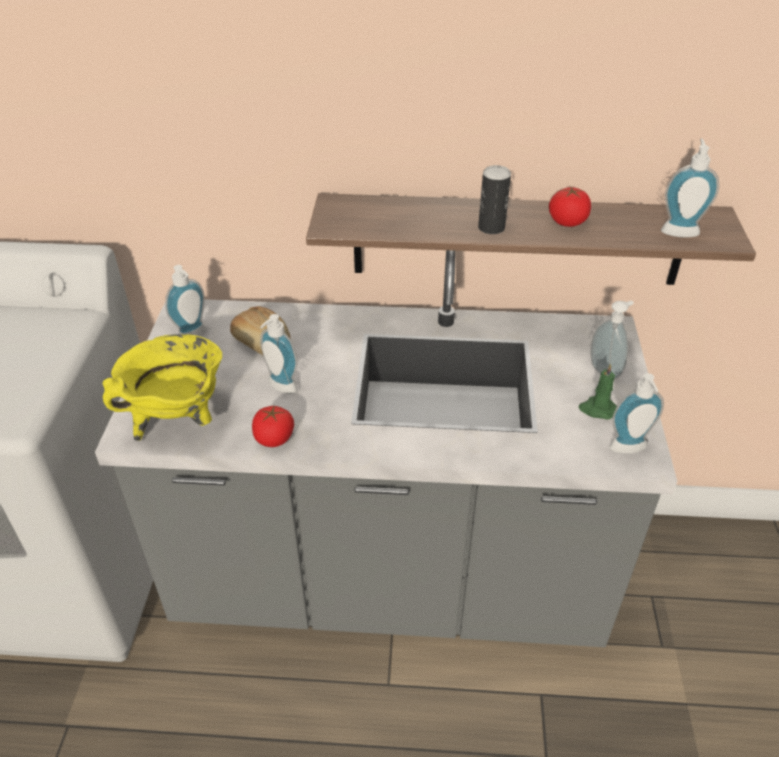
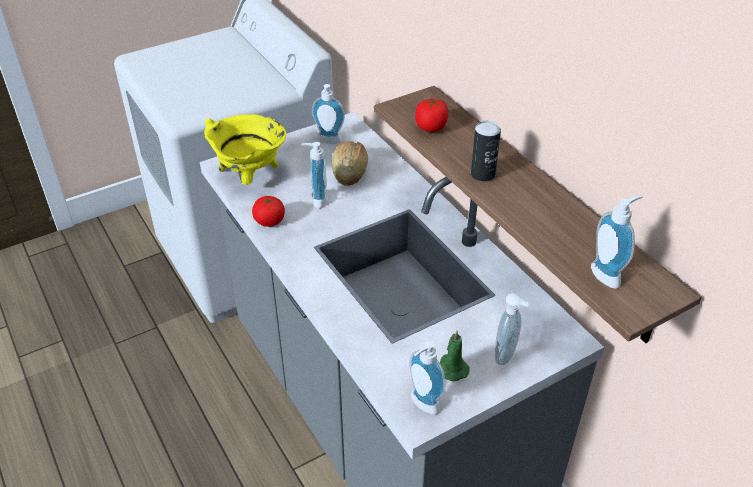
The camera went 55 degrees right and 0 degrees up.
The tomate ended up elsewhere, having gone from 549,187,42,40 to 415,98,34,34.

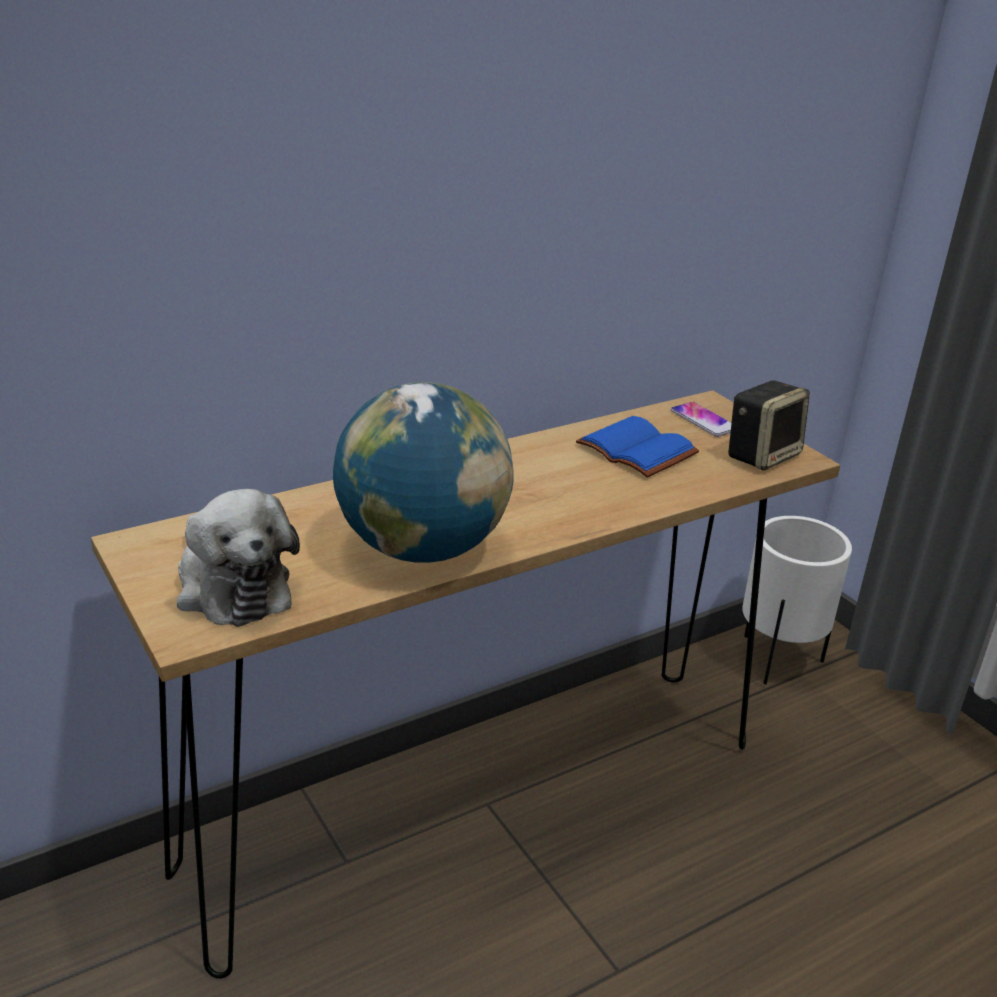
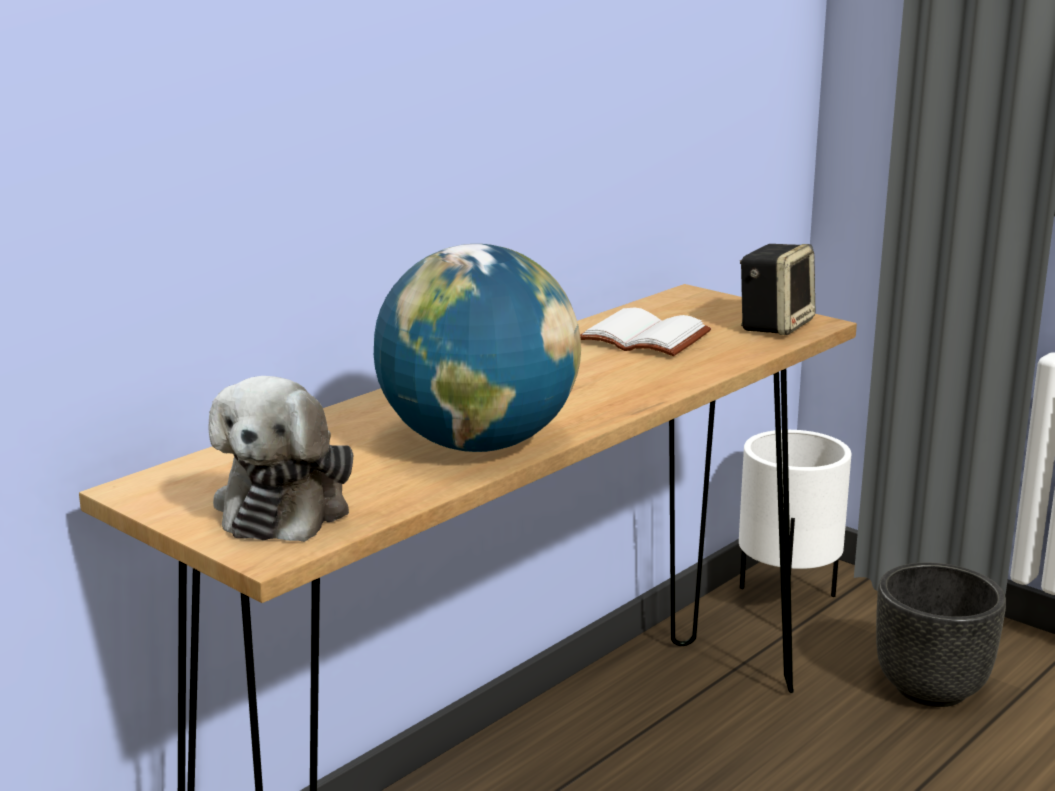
The camera went 15 degrees left and 10 degrees down.
The second view lost the téléphone at 671,402,61,35.
What was the livre/bleu at 576,416,123,61 turned into the livre/blanc at 580,308,131,48.
The peluche at 177,489,123,138 ended up facing another way, 60 degrees clockwise from before.
The second view gained the cache-pot/noir at 876,563,130,144.

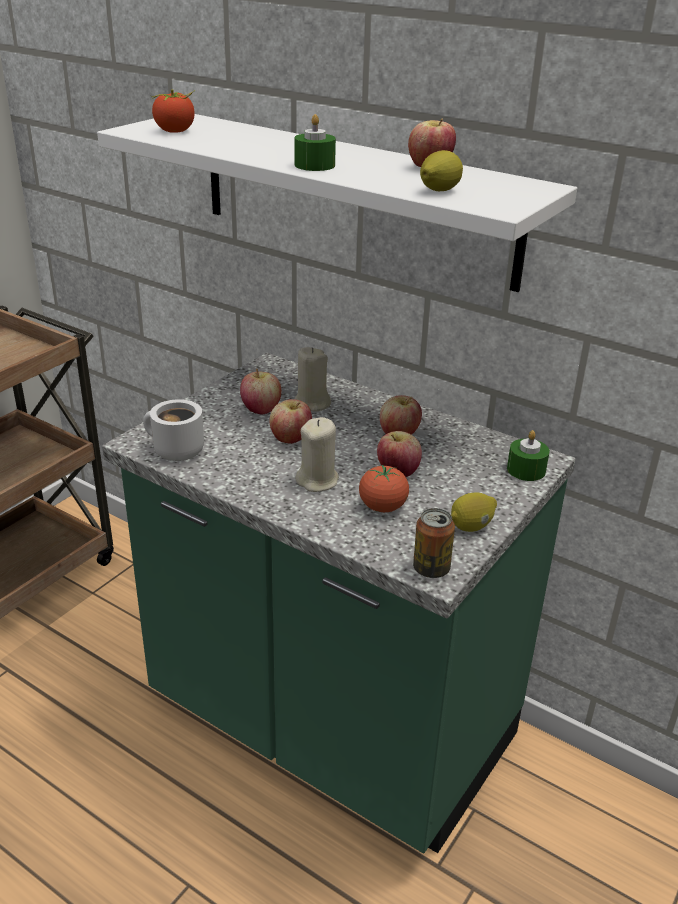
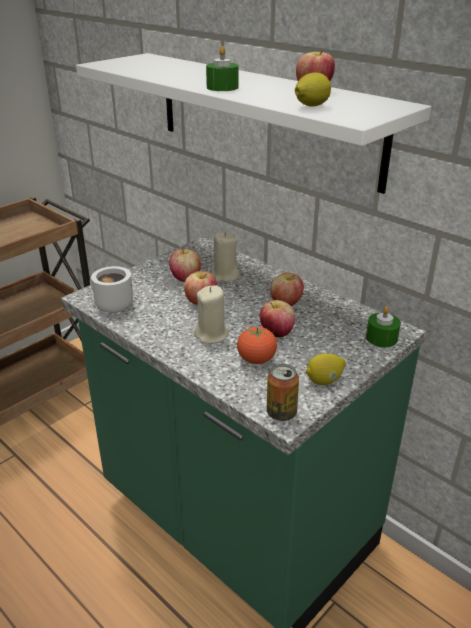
The camera went 10 degrees right and 0 degrees up.
The second view lost the tomate at 150,89,45,44.

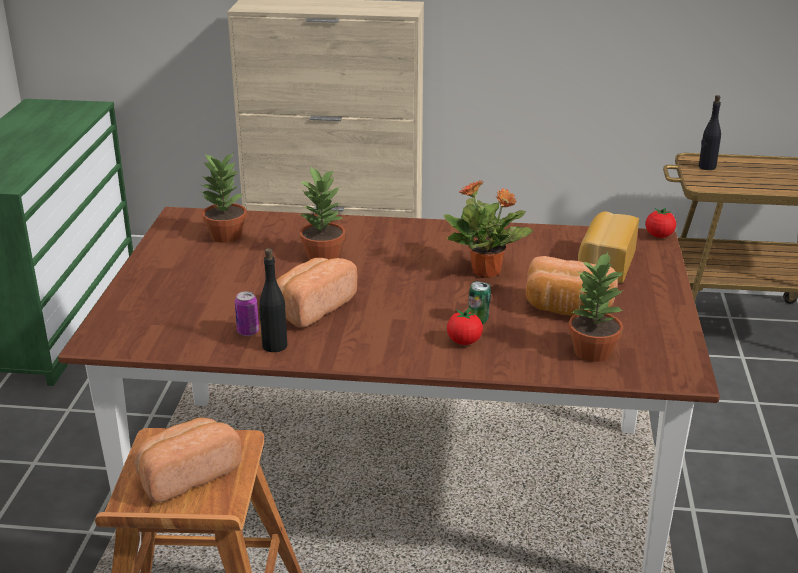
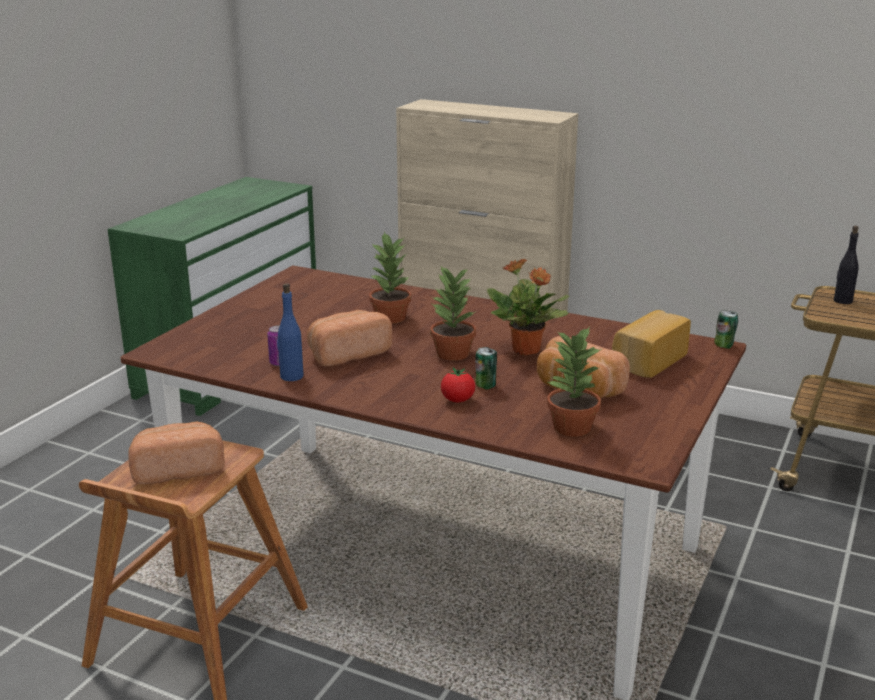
The camera went 20 degrees right and 5 degrees down.
The plante en pot ended up elsewhere, having gone from 200,154,47,89 to 431,266,45,95.
Where the tomate stood at 645,207,31,31, the boîte métallique came to stand at 714,310,24,39.
What was the bouteille/noir at 259,248,28,104 turned into the bouteille/bleu at 277,283,27,98.

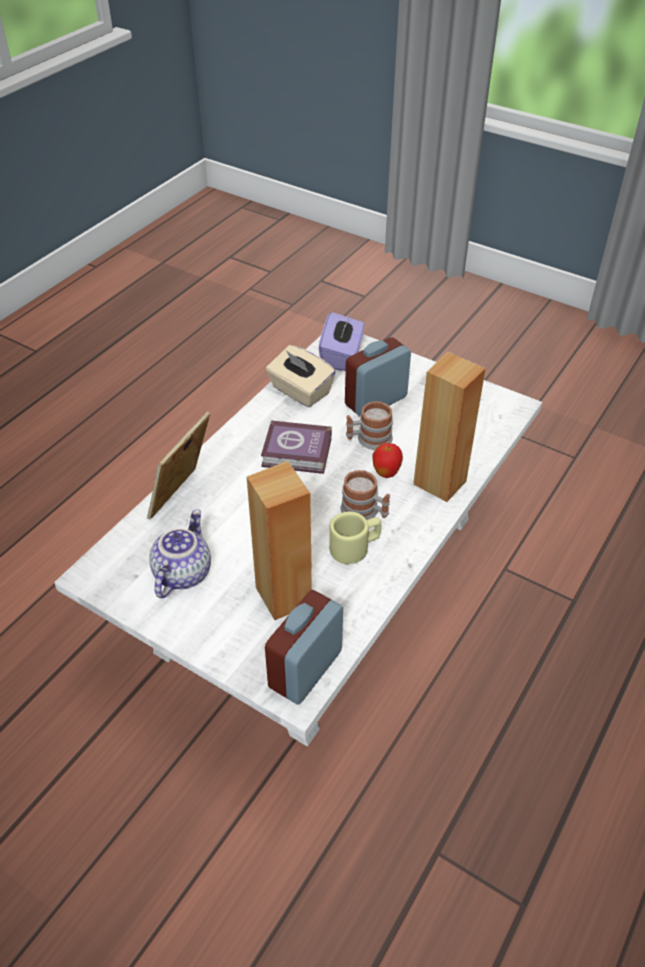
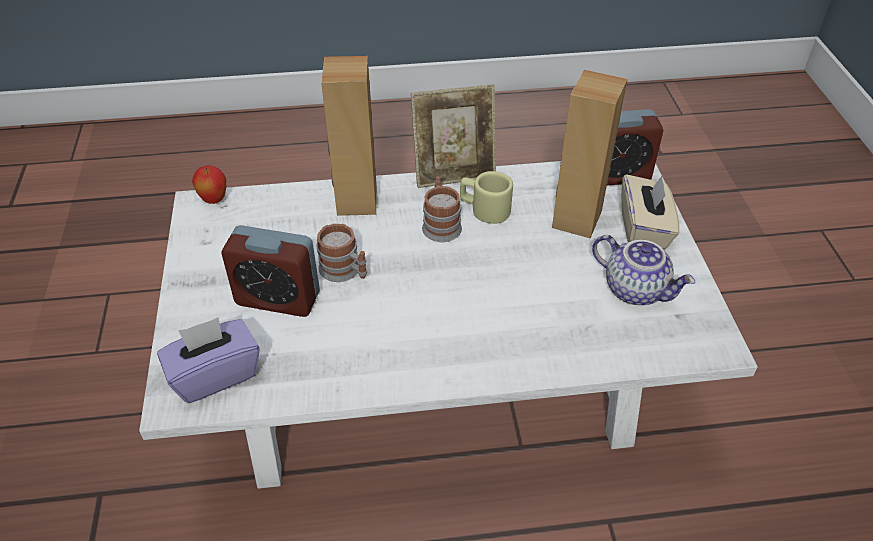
The camera went 130 degrees left and 0 degrees up.
The boîte à mouchoirs/beige ended up elsewhere, having gone from 266,345,70,62 to 621,174,59,75.
The cadre photo ended up elsewhere, having gone from 147,412,63,107 to 411,84,85,104.
The second view lost the livre at 261,420,71,54.
The pomme ended up elsewhere, having gone from 372,443,31,35 to 192,165,34,39.
The théière at 149,510,62,88 ended up facing another way, 120 degrees counterclockwise from before.

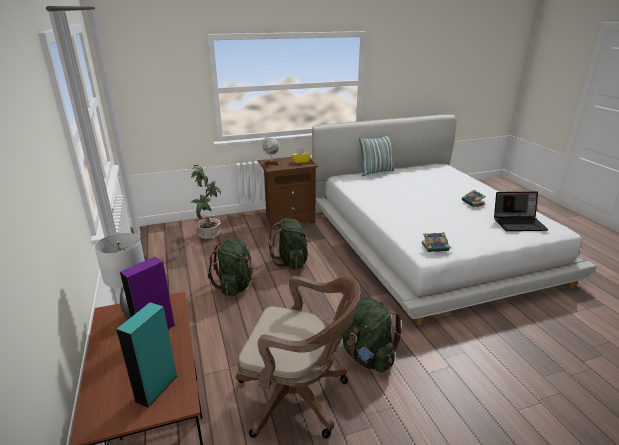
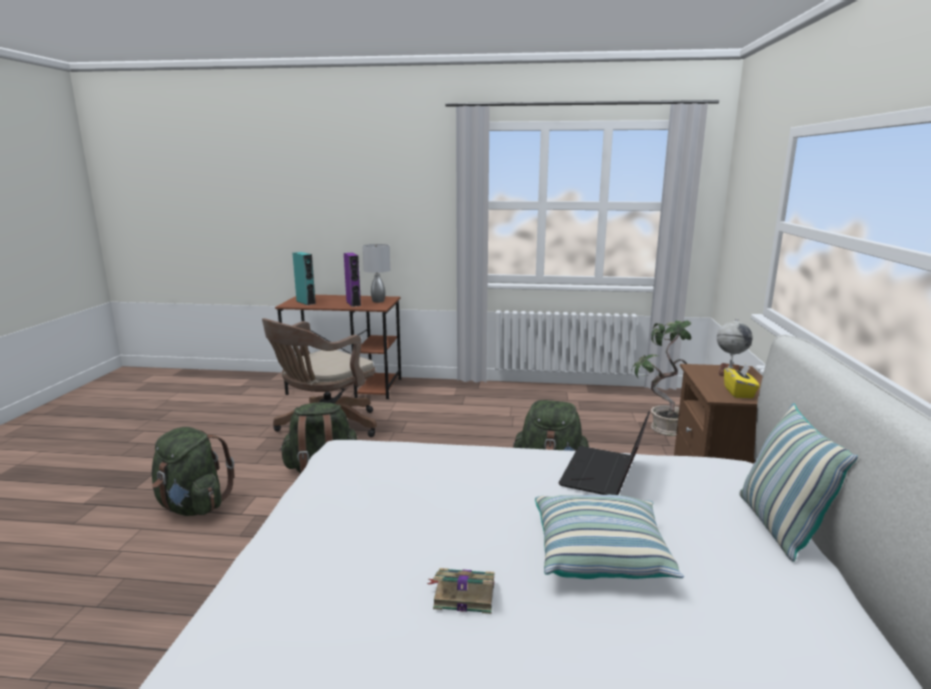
The camera went 115 degrees right and 10 degrees down.
The ordinateur portable ended up elsewhere, having gone from 494,192,55,39 to 559,411,91,84.
The second view lost the livre at 421,232,30,20.
The sac à dos/vert ended up elsewhere, having gone from 208,238,47,58 to 152,427,83,89.
The second view gained the coussin at 535,495,149,84.

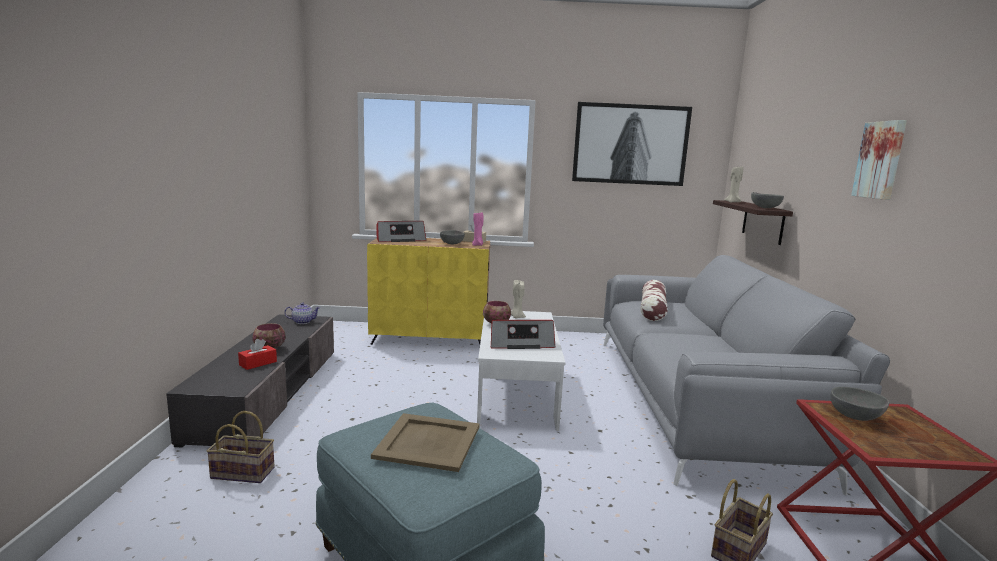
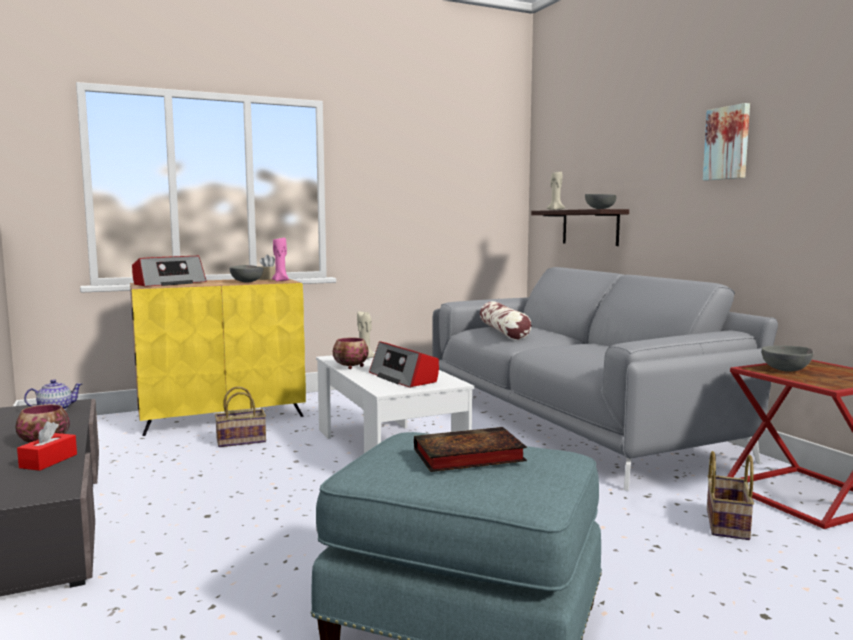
The camera went 25 degrees left and 5 degrees down.
The second view lost the tableau at 572,102,120,84.
The radio at 491,320,64,29 ended up facing another way, 90 degrees clockwise from before.
The panier ended up elsewhere, having gone from 207,411,68,72 to 215,386,51,61.
Where the plateau/beige stood at 371,413,109,59, the livre came to stand at 414,427,113,45.

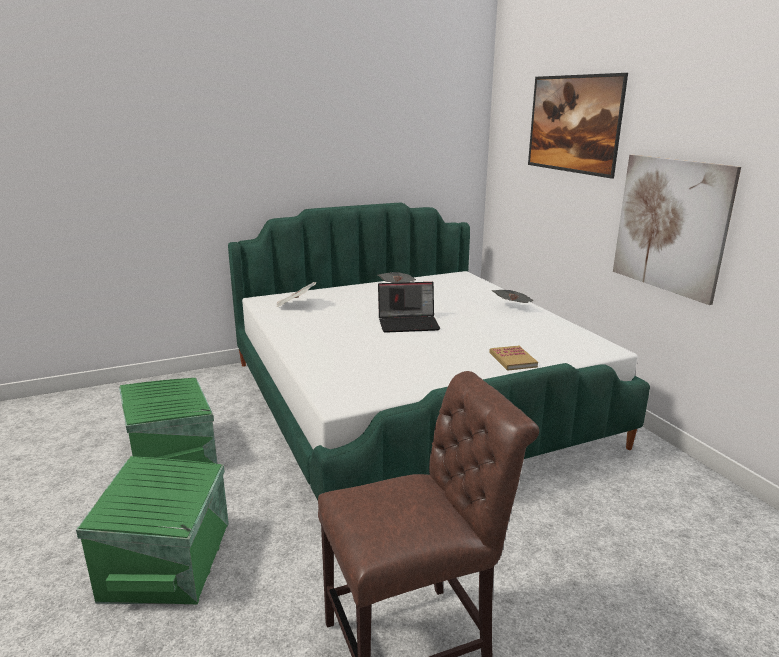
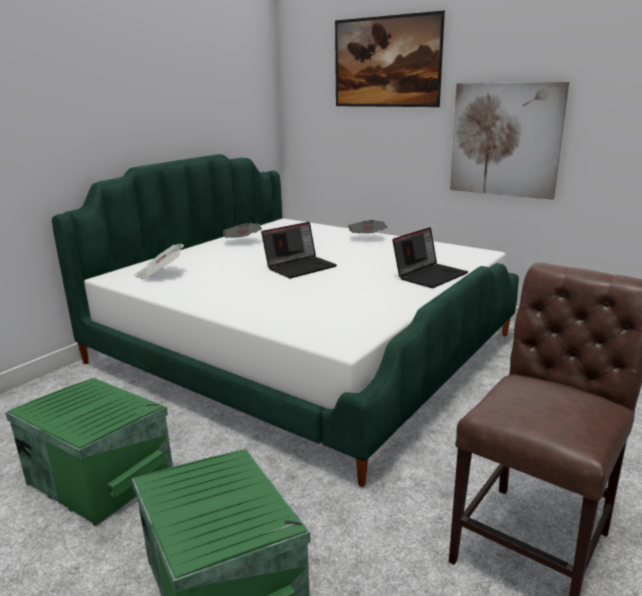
The camera went 30 degrees left and 0 degrees up.
Where the livre stood at 489,346,49,25, the ordinateur portable came to stand at 392,227,76,61.

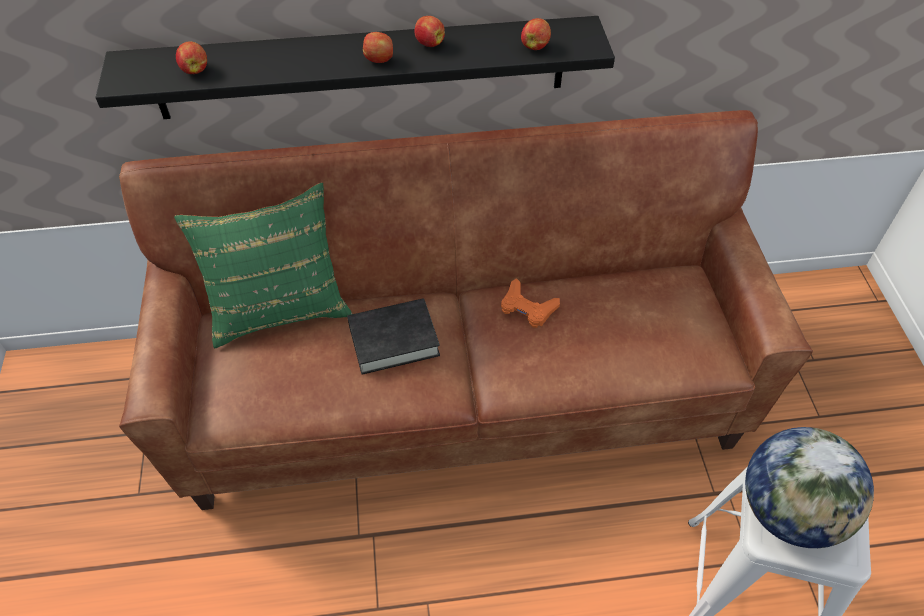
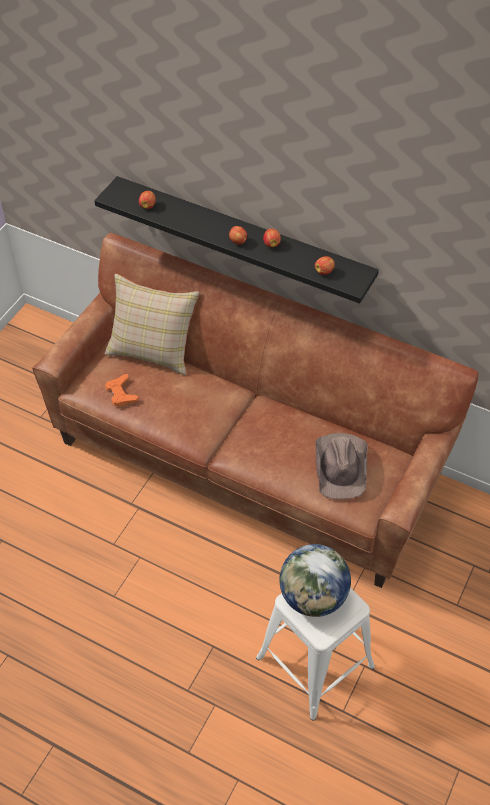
The camera went 35 degrees right and 0 degrees up.
What was the coussin/vert at 174,183,178,165 turned into the coussin/beige at 105,274,95,101.
The manette/orange ended up elsewhere, having gone from 501,278,59,50 to 105,374,34,33.
The second view lost the livre/noir at 347,298,93,77.
The second view gained the chapeau/marron at 316,433,52,66.

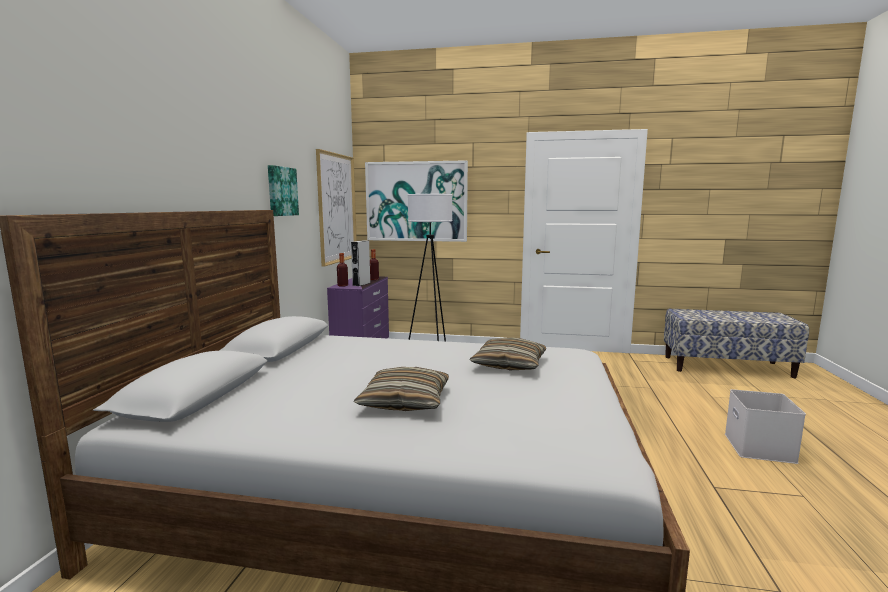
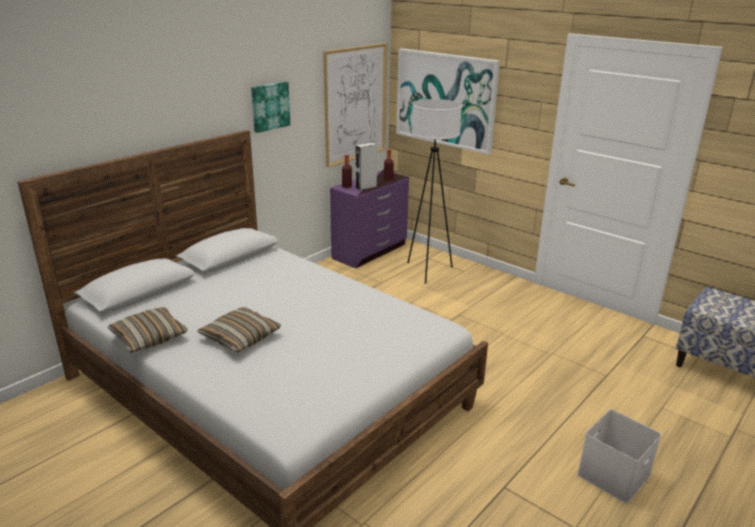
The camera went 30 degrees right and 15 degrees up.
The coussin ended up elsewhere, having gone from 469,337,77,33 to 108,307,80,46.

